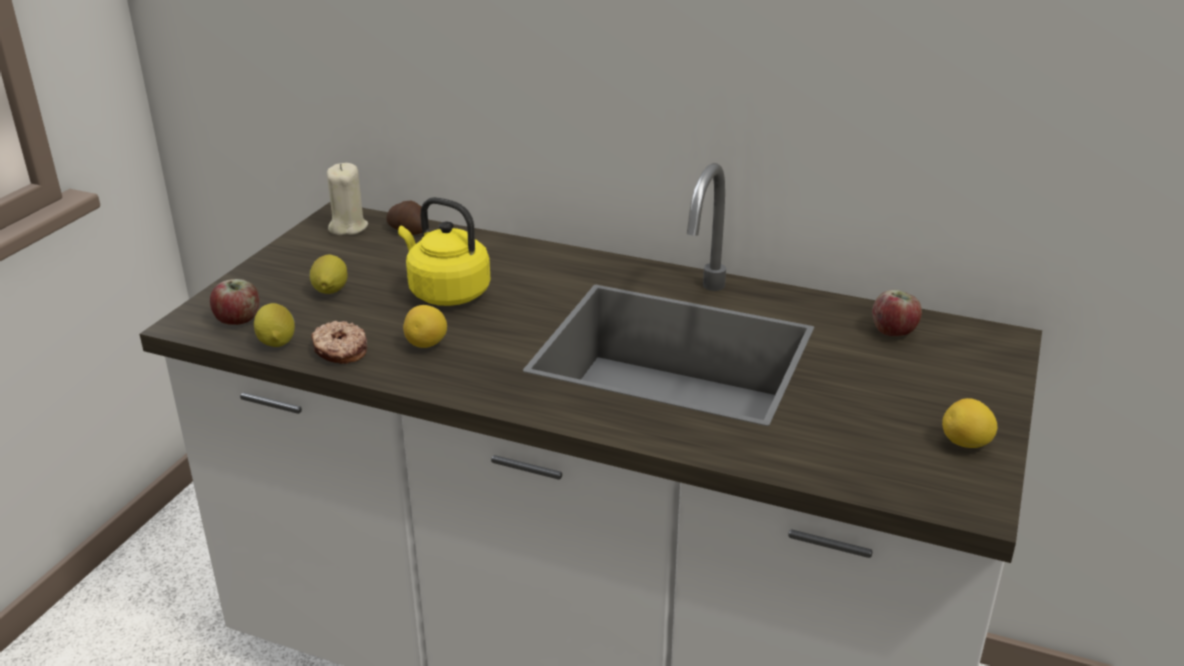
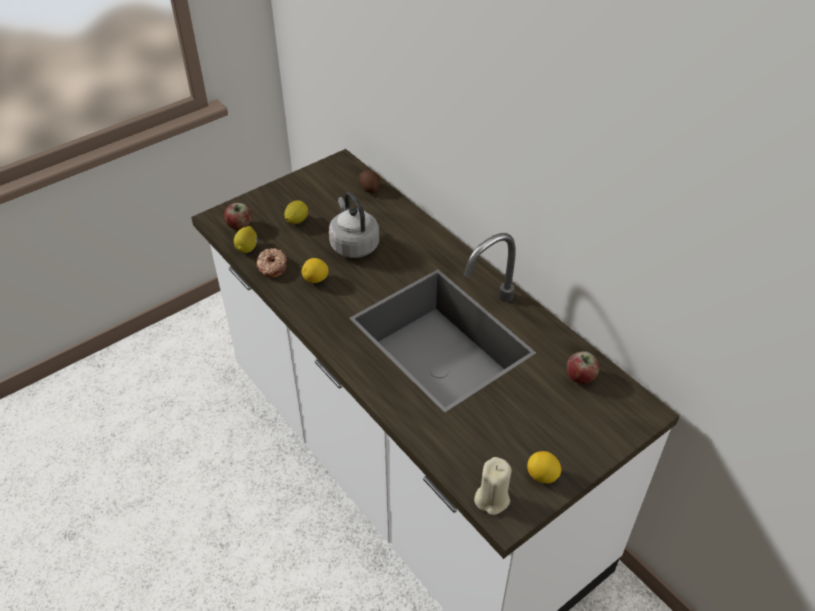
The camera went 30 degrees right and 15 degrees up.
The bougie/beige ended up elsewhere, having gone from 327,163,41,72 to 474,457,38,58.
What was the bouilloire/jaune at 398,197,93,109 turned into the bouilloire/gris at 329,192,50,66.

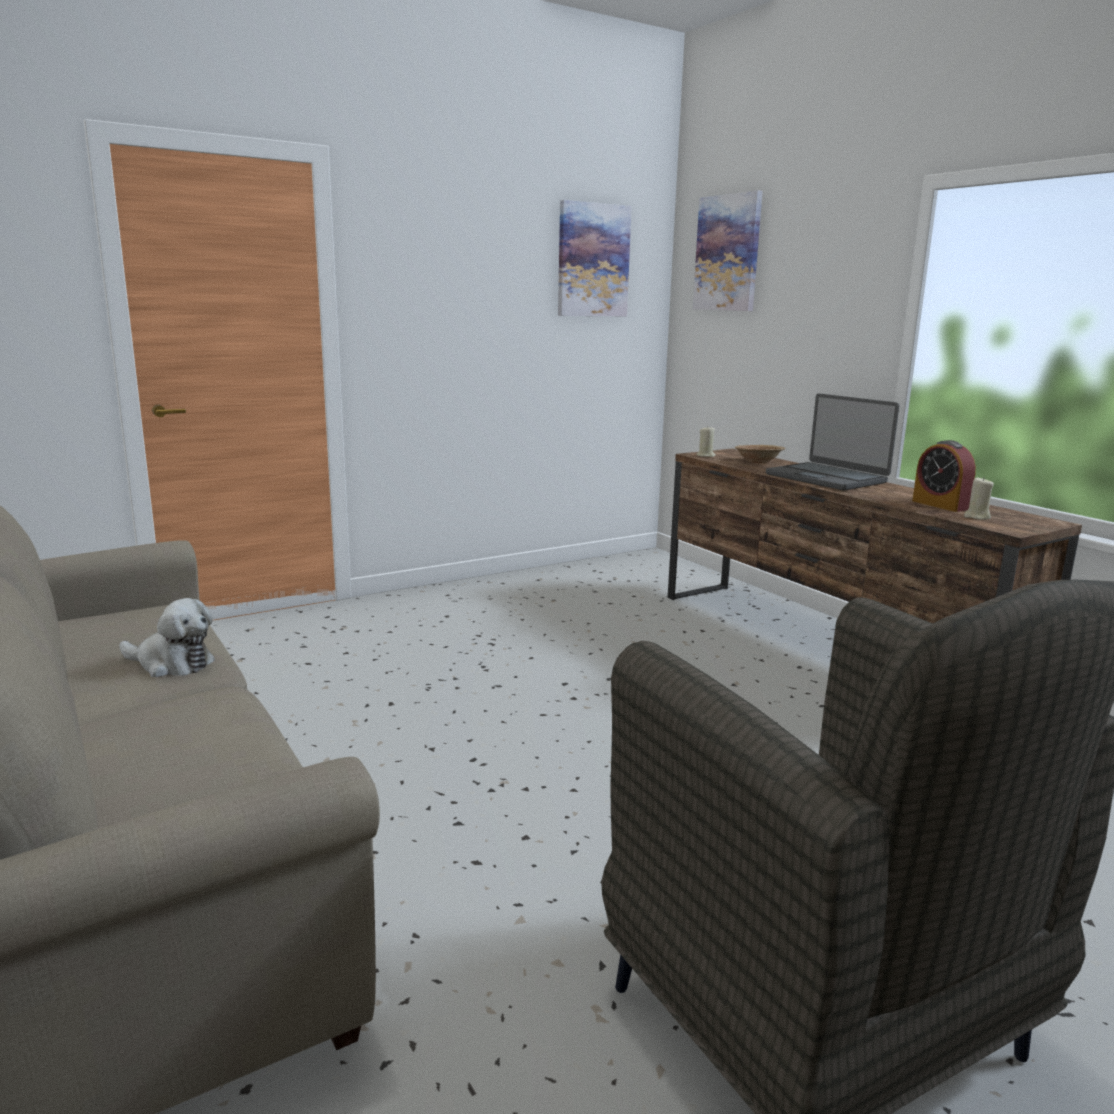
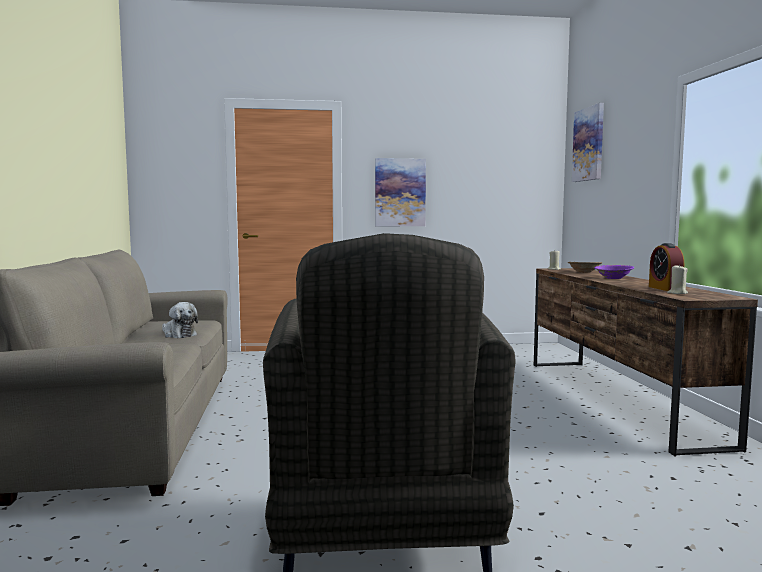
The camera went 25 degrees right and 10 degrees down.
The tableau ended up elsewhere, having gone from 558,200,74,116 to 375,158,51,68.
Where the ordinateur portable stood at 766,393,133,98, the bol/violet came to stand at 595,265,40,14.

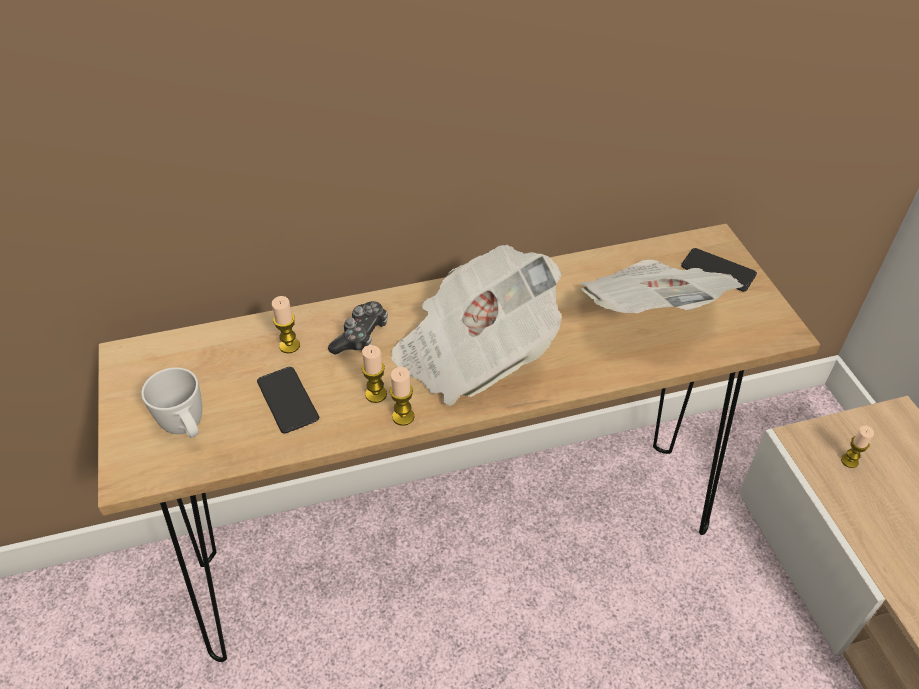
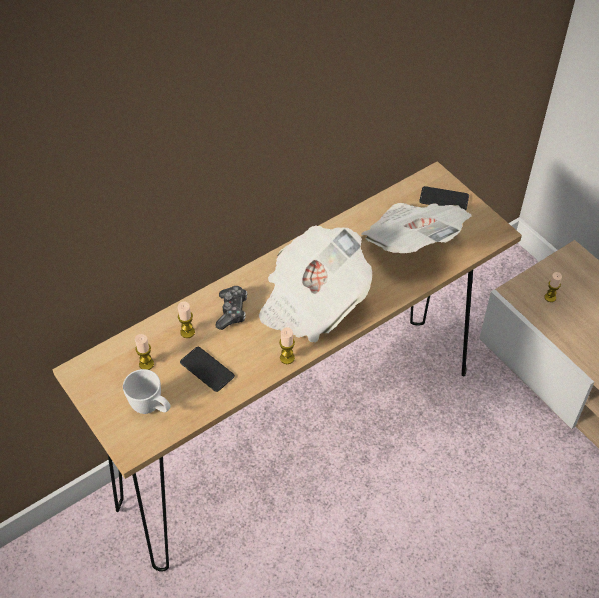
The camera went 20 degrees left and 5 degrees up.
The bougie ended up elsewhere, having gone from 362,345,25,58 to 135,334,19,36.

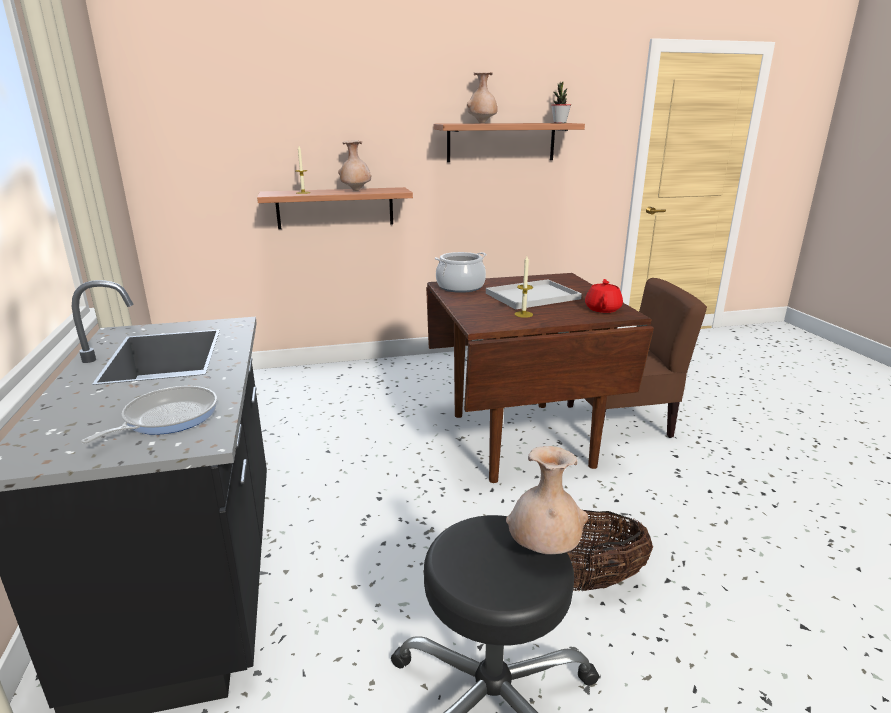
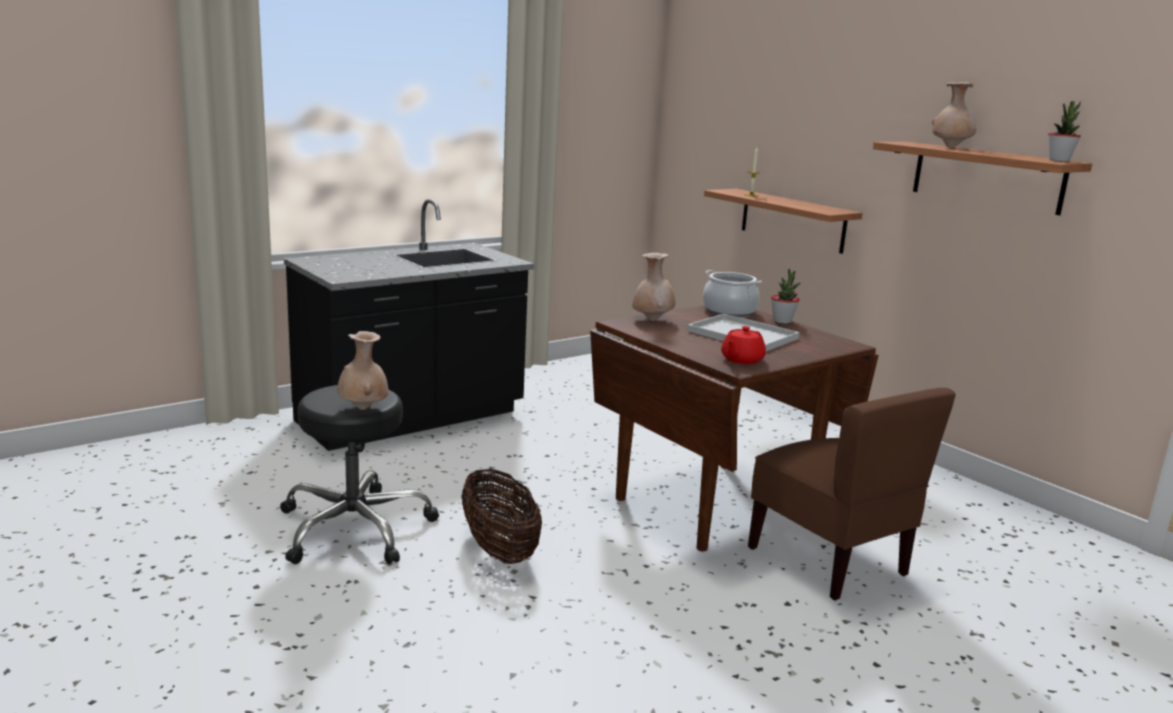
The camera went 65 degrees right and 5 degrees down.
The vase/beige ended up elsewhere, having gone from 338,140,34,51 to 632,253,43,68.
The second view lost the bougie at 514,256,19,62.
The théière/rouge at 585,279,38,34 ended up facing another way, 135 degrees clockwise from before.
The second view lost the poêle at 81,386,136,58.
The second view gained the plante en pot at 771,269,29,55.

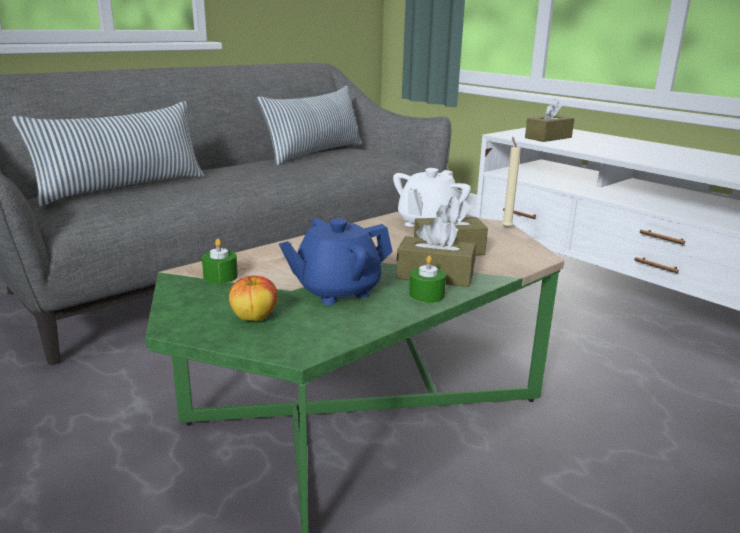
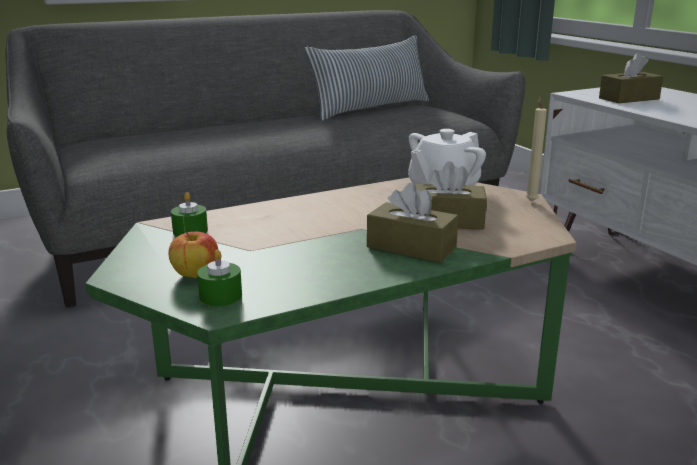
The camera went 15 degrees right and 0 degrees up.
The second view lost the coussin at 12,101,192,106.
The second view lost the théière/bleu at 279,218,114,87.
The bougie/vert ended up elsewhere, having gone from 409,256,37,47 to 197,250,45,56.

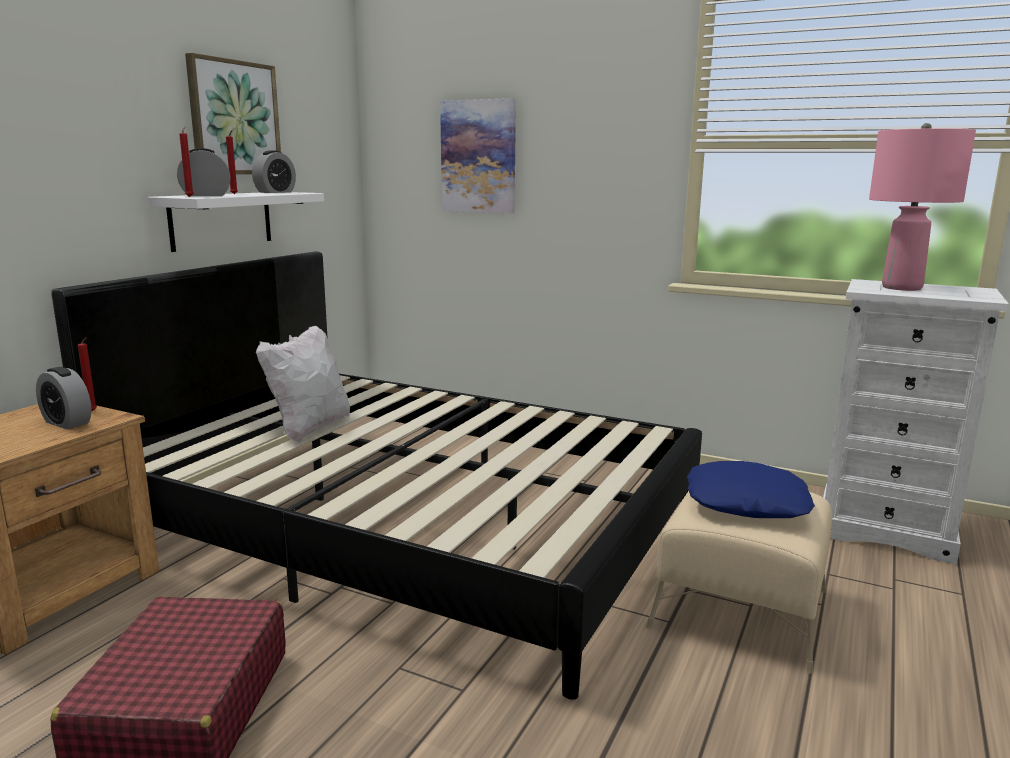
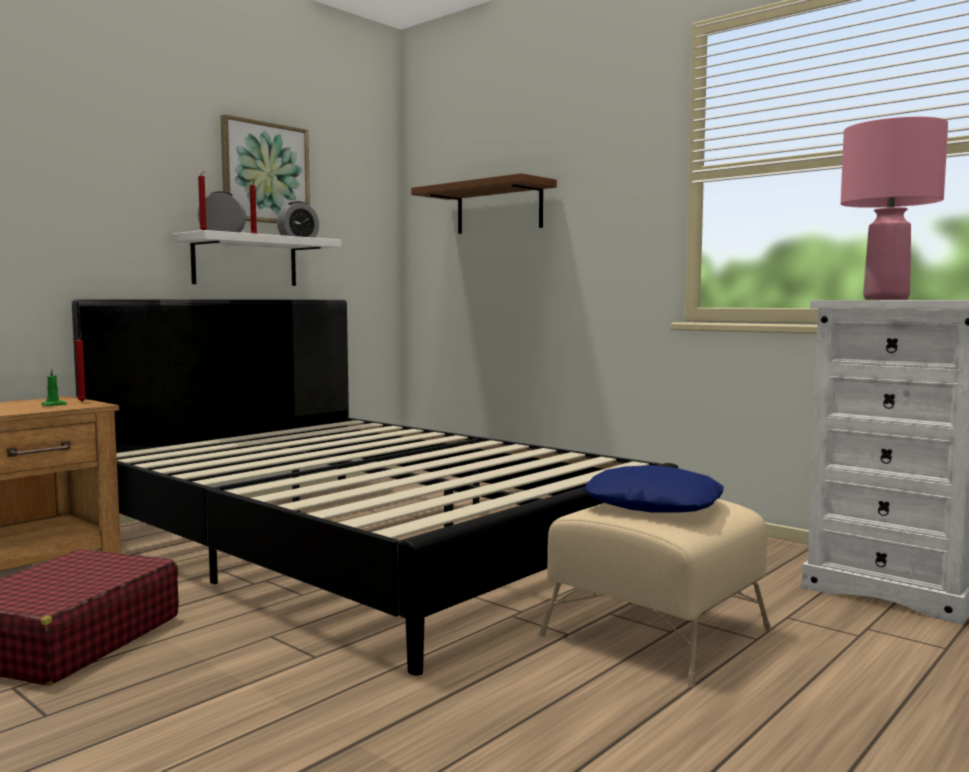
The camera went 15 degrees right and 10 degrees down.
Where the tableau hung at 440,98,76,115, the étagère/marron came to hang at 411,173,146,61.
The second view lost the coussin/blanc at 256,326,94,117.
Where the réveil stood at 36,367,56,62, the bougie/vert came to stand at 41,368,26,38.

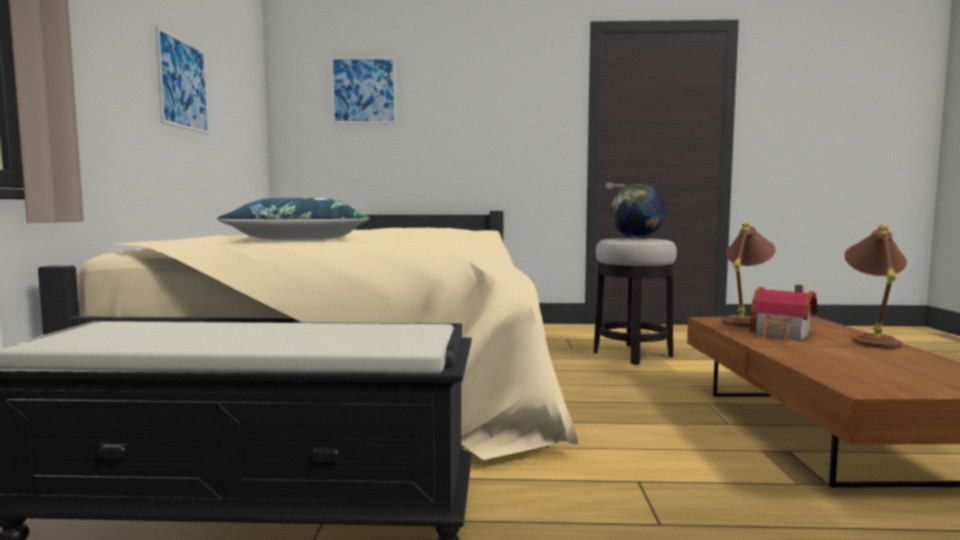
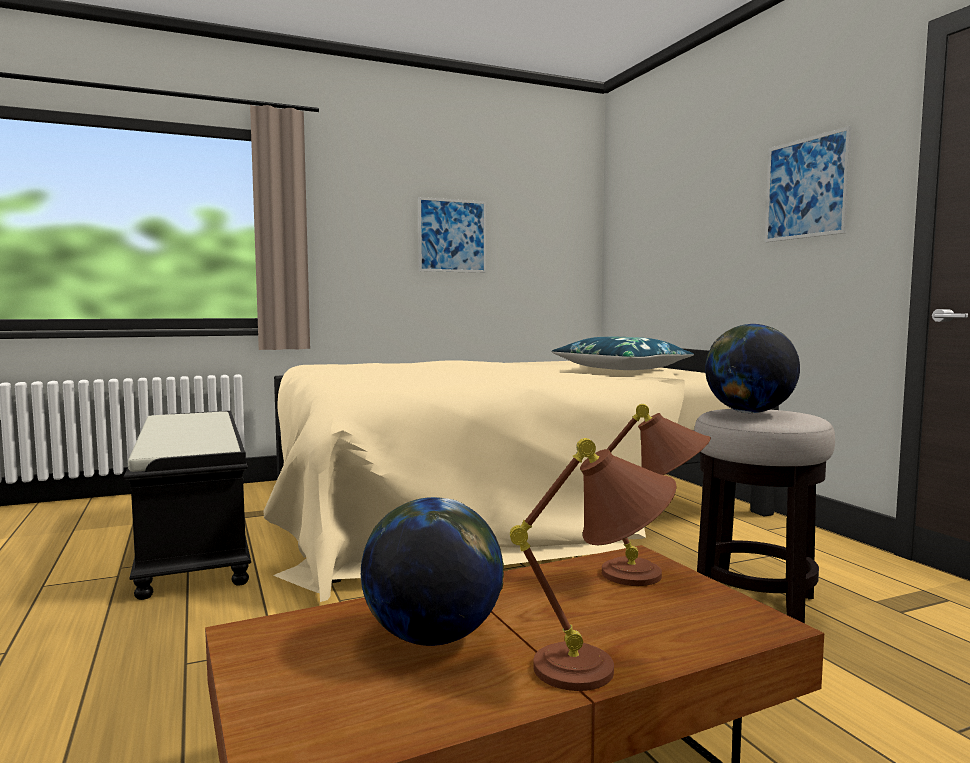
The camera went 65 degrees right and 0 degrees up.
The tableau ended up elsewhere, having gone from 331,57,65,67 to 765,126,87,116.
The coussin/bleu ended up elsewhere, having gone from 217,198,152,42 to 552,337,142,33.
The second view lost the maison miniature at 750,285,67,57.
The second view gained the globe at 361,497,143,149.

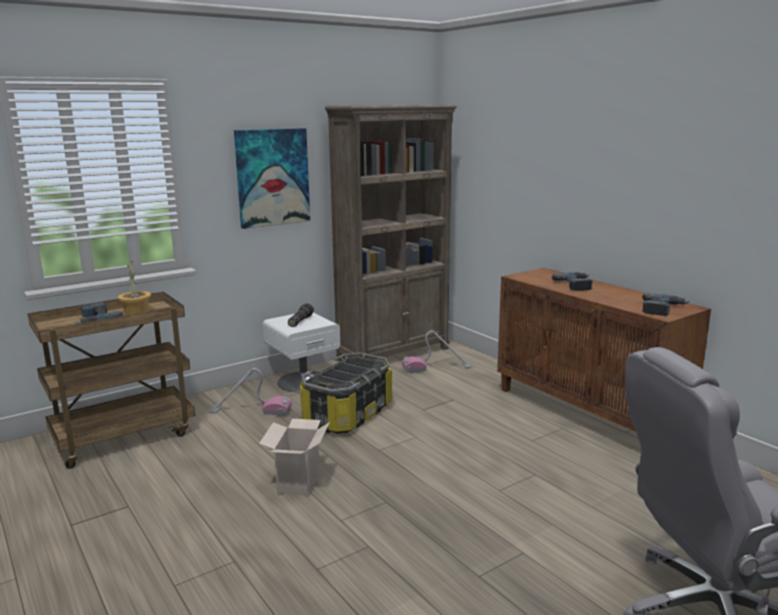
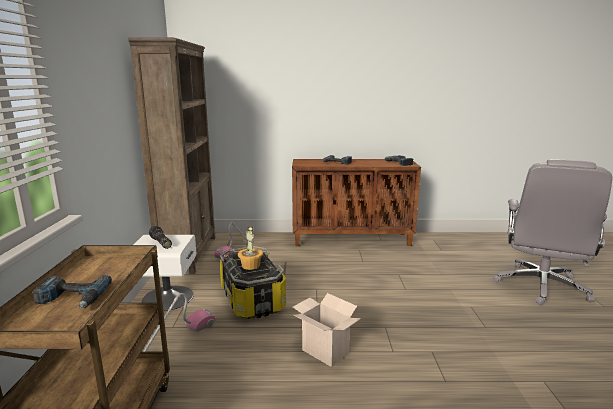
The camera went 55 degrees left and 0 degrees up.
The second view lost the tableau at 234,128,76,101.
The plante en pot ended up elsewhere, having gone from 118,261,33,54 to 238,226,25,44.

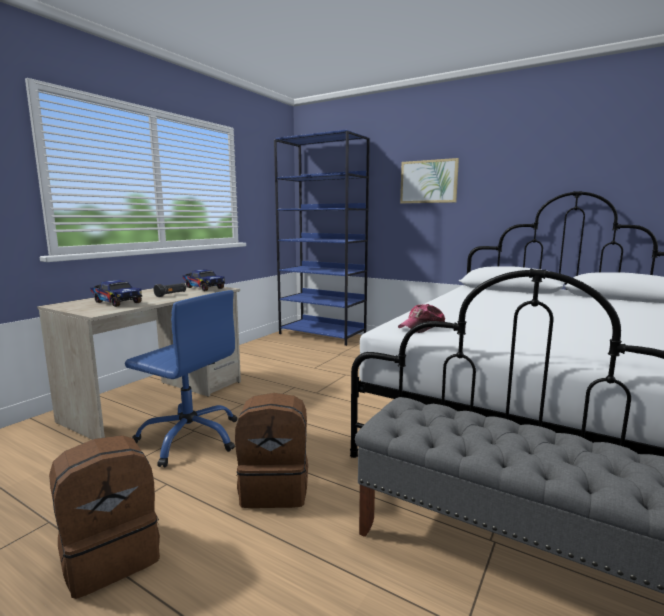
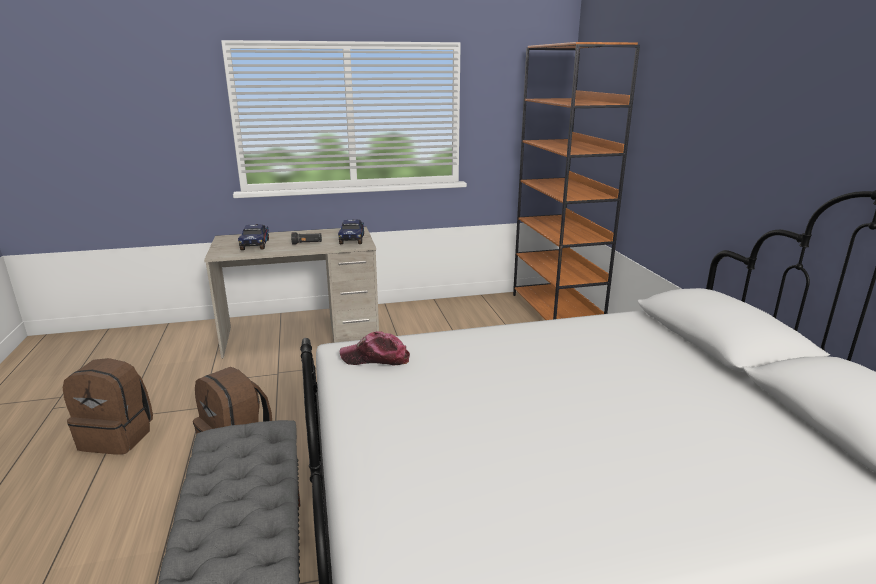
The camera went 45 degrees right and 10 degrees up.
What was the bibliothèque/bleu at 274,129,96,217 turned into the bibliothèque/orange at 513,42,127,278.
The second view lost the tableau at 400,158,59,45.
The second view lost the chaise de bureau/bleu at 125,290,112,177.

